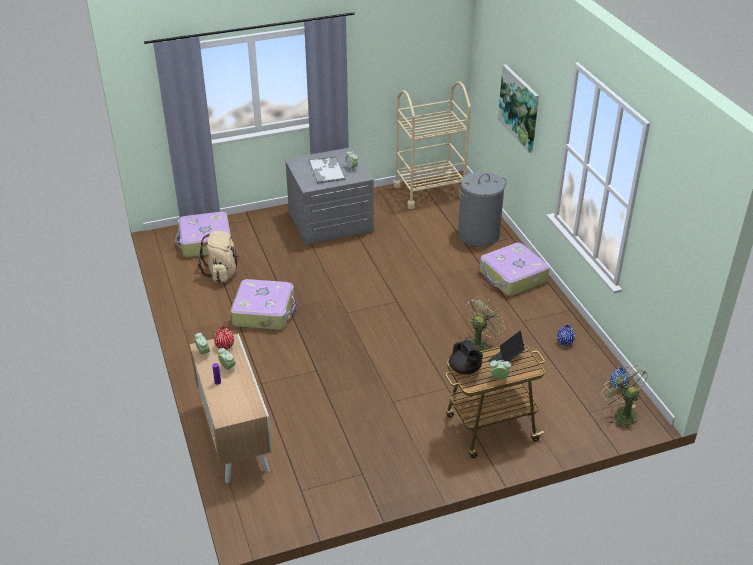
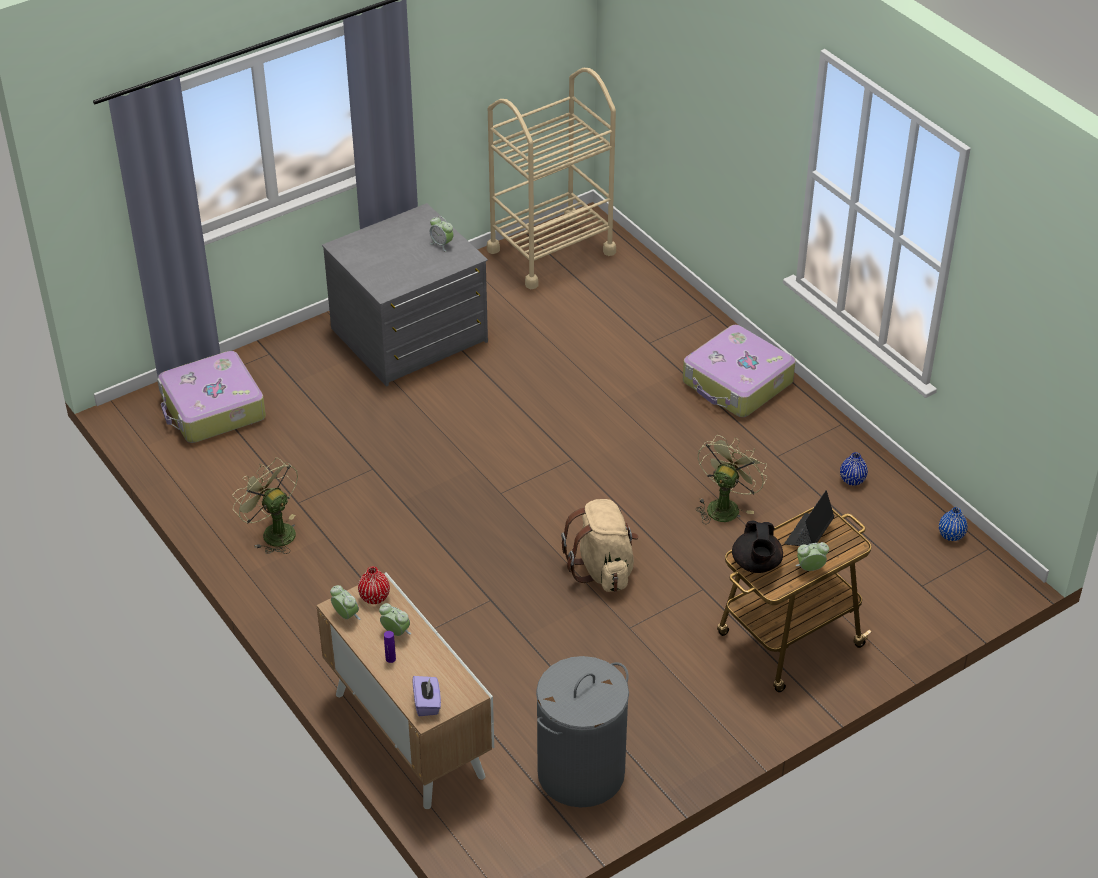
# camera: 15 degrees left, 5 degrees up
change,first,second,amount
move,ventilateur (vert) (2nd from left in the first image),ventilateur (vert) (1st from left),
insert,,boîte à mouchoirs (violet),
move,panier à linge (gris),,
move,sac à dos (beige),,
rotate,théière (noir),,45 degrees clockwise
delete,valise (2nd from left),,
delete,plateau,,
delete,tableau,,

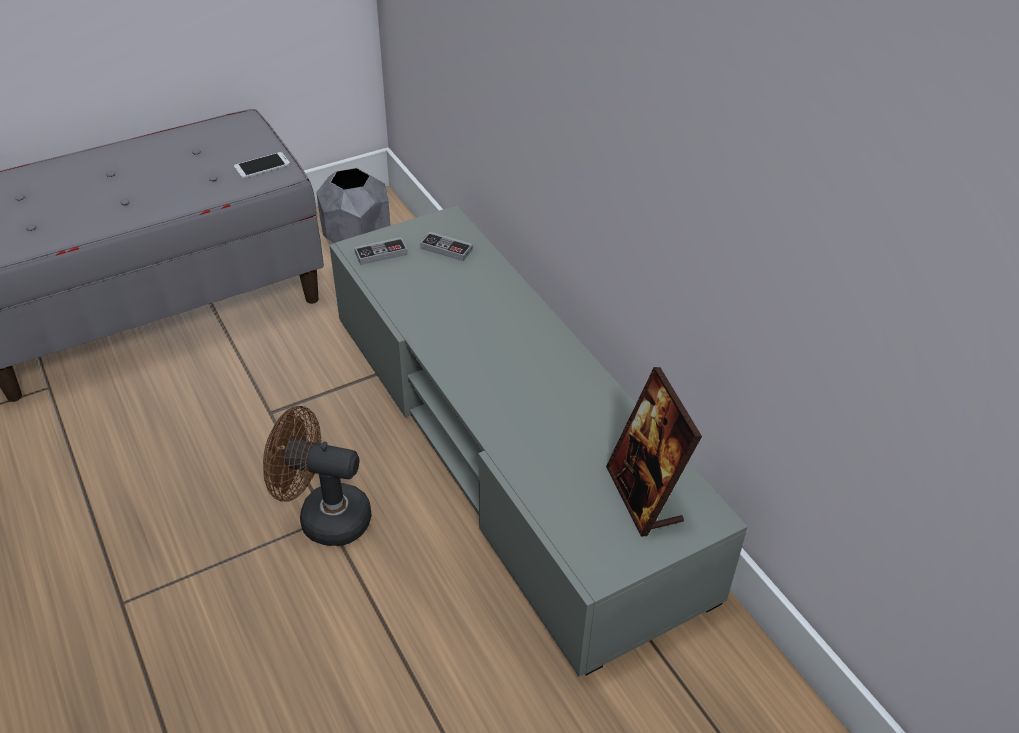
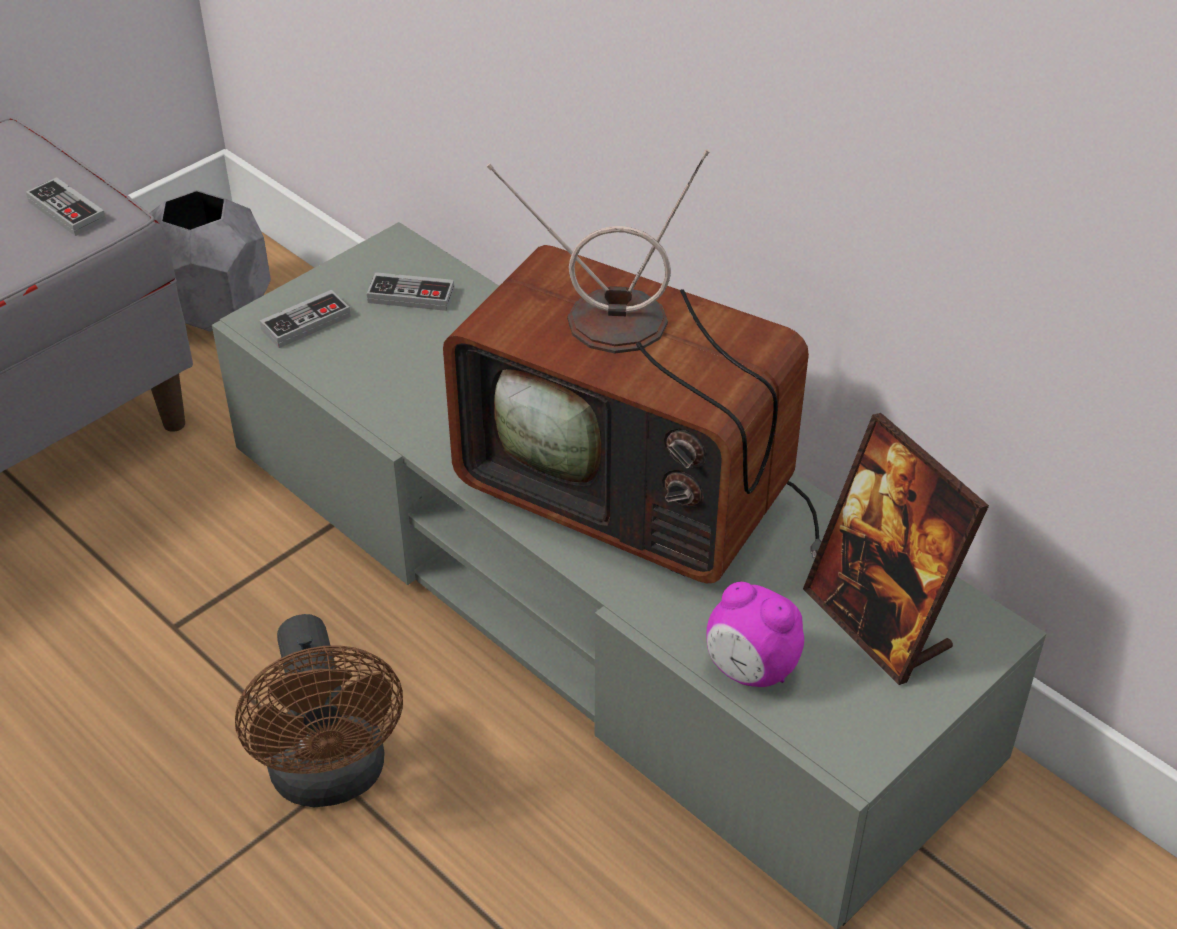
# camera: 15 degrees left, 0 degrees up
change,first,second,amount
replace,téléphone,manette (1st from left),
rotate,ventilateur (marron),,105 degrees counterclockwise
insert,,téléviseur,
insert,,réveil,

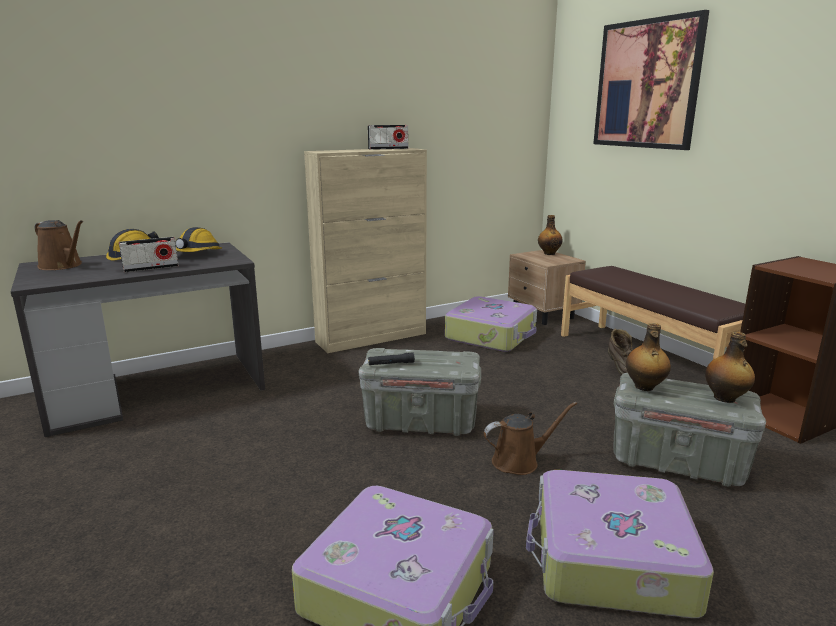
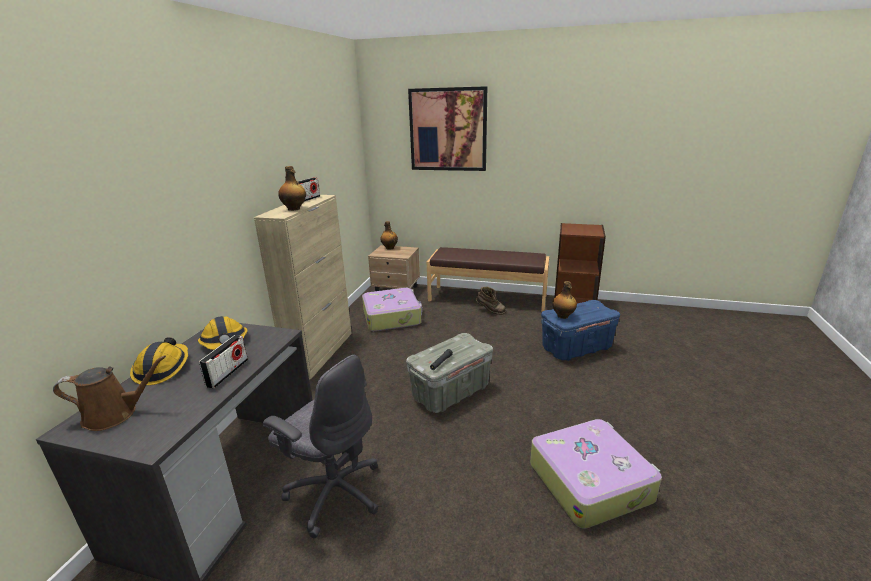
# camera: 45 degrees left, 5 degrees up
change,first,second,amount
insert,,chaise de bureau (gris),
move,bouteille (3rd from left in the first image),bouteille (1st from left),
recolor,boîte de rangement (gris) (2nd from left),boîte de rangement (bleu),
delete,arrosoir (marron) (2nd from left),,
delete,valise (3rd from left),,

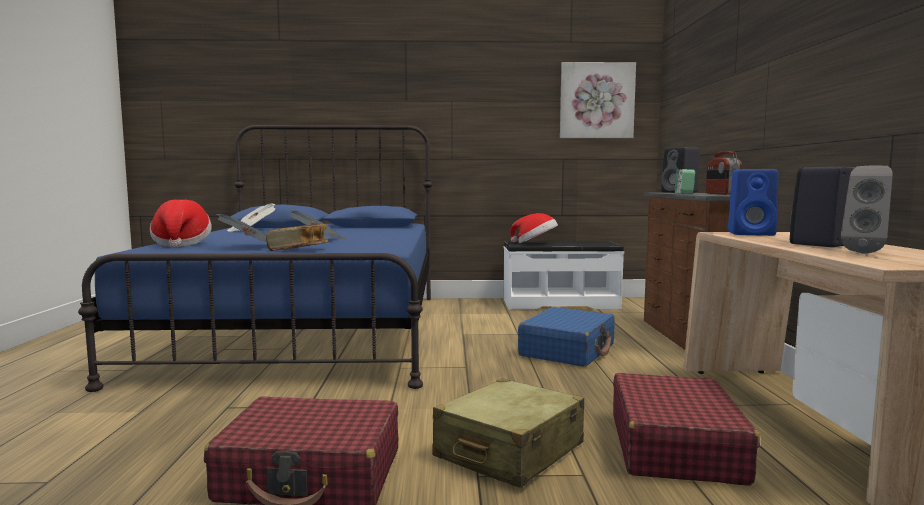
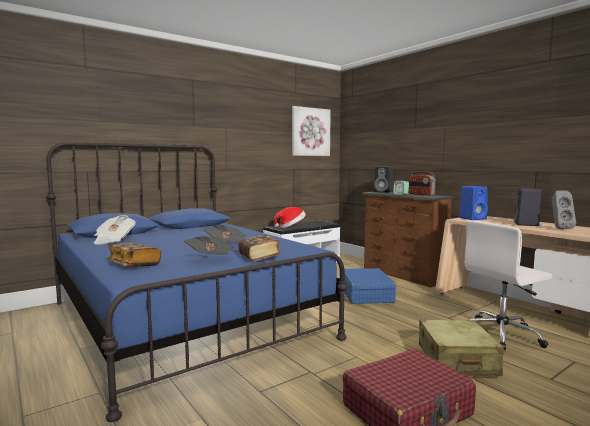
# camera: 35 degrees left, 0 degrees up
change,first,second,amount
replace,chapeau (1st from left),livre (1st from left),
replace,valise (rouge) (2nd from left),chaise de bureau (blanc),

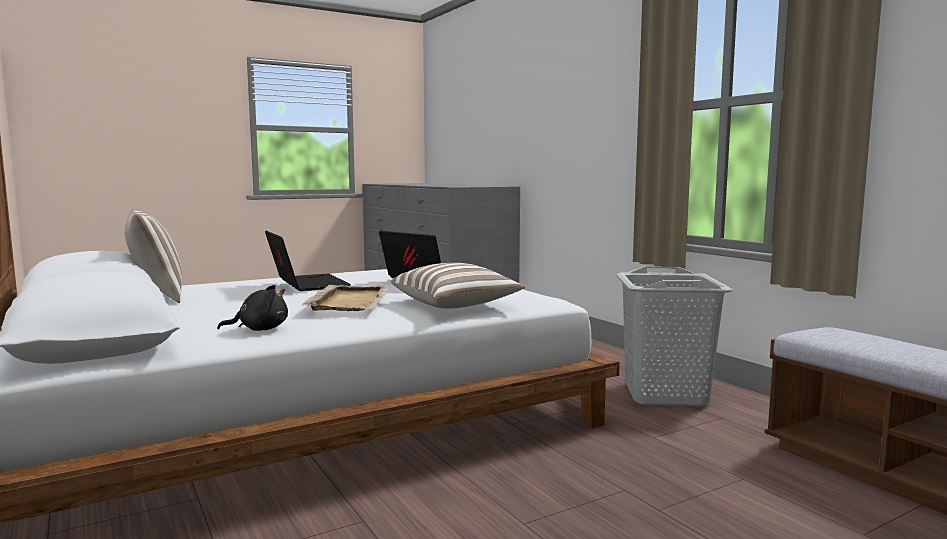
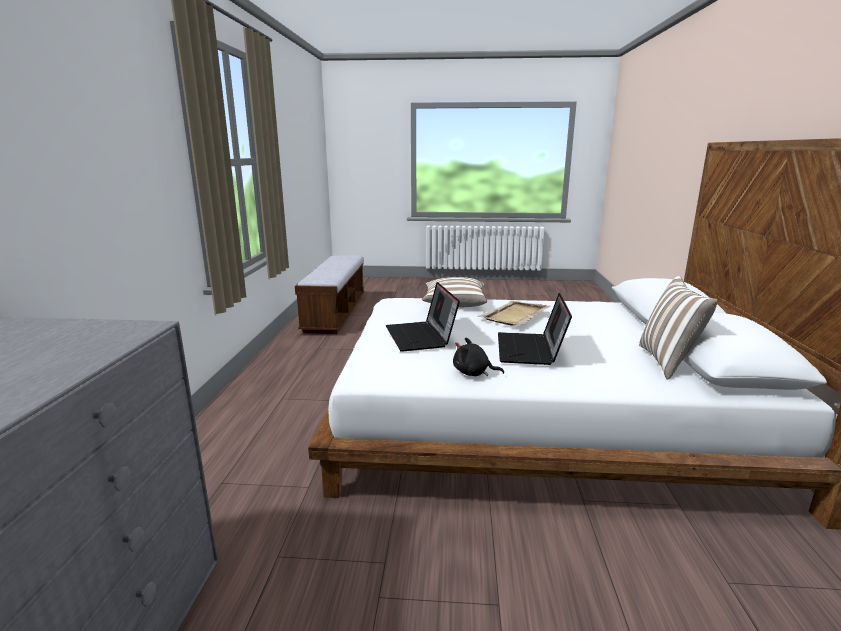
# camera: 145 degrees left, 10 degrees up
change,first,second,amount
move,peluche (noir),,
delete,panier à linge (gris),,

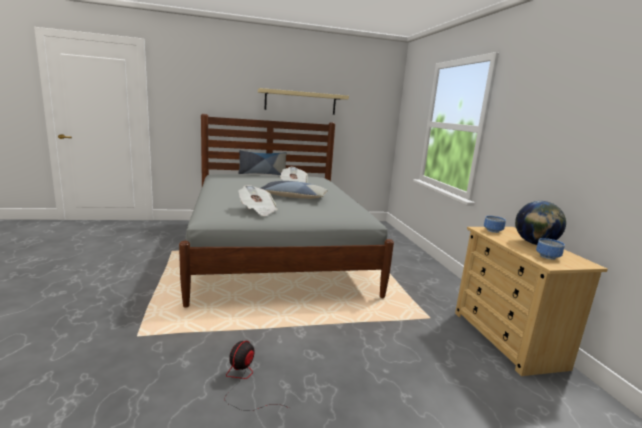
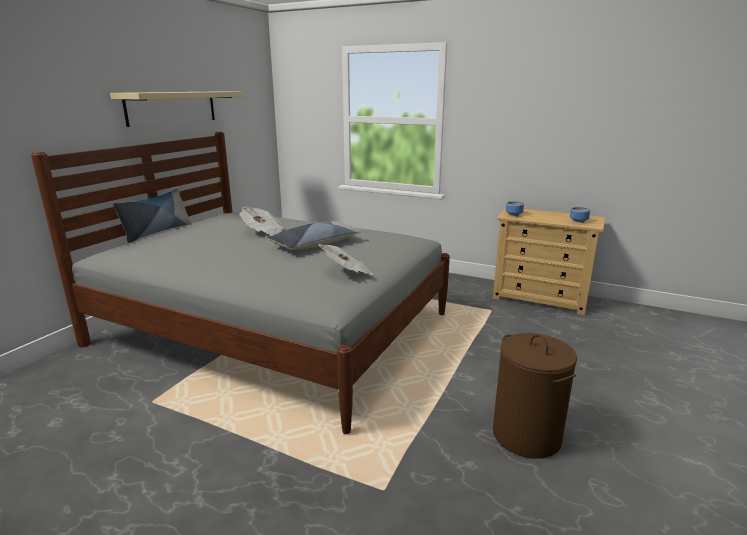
# camera: 50 degrees left, 5 degrees up
change,first,second,amount
replace,ventilateur,panier à linge (marron),
delete,globe,,

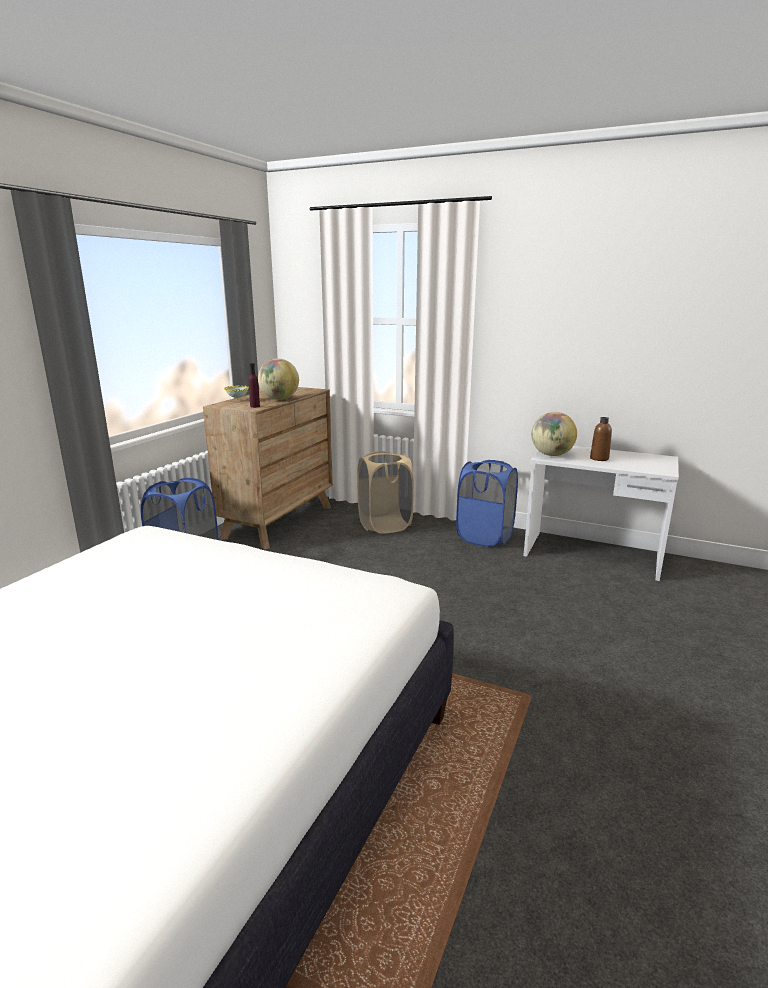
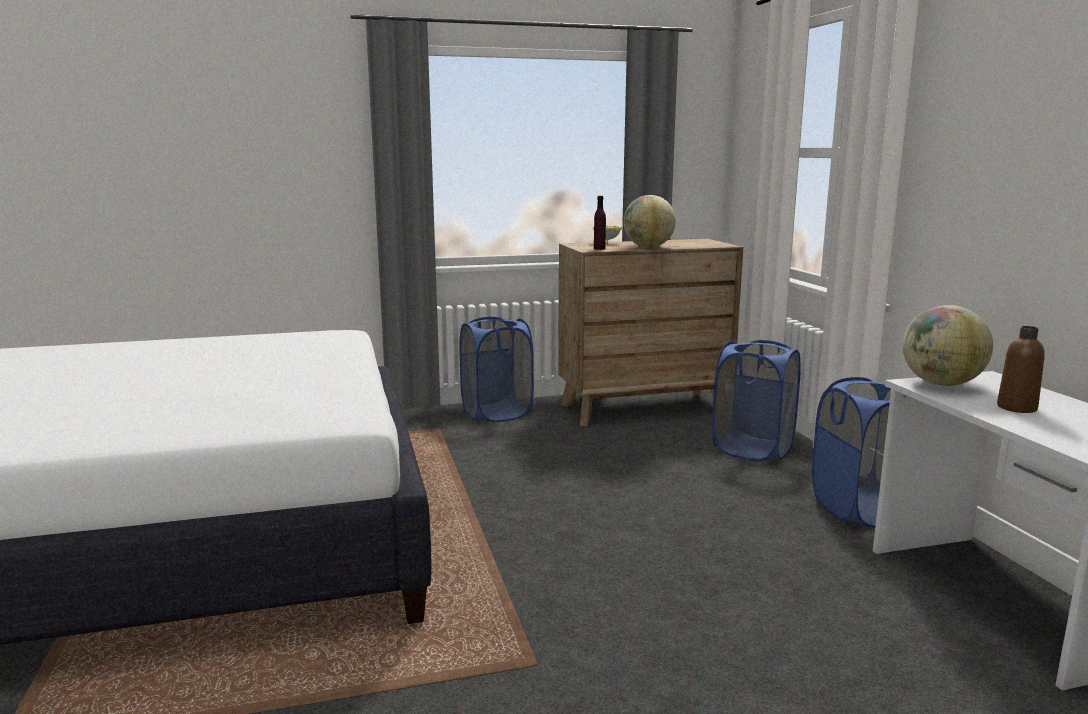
# camera: 50 degrees right, 5 degrees down
change,first,second,amount
recolor,panier à linge (beige),panier à linge (bleu) (2nd from left),

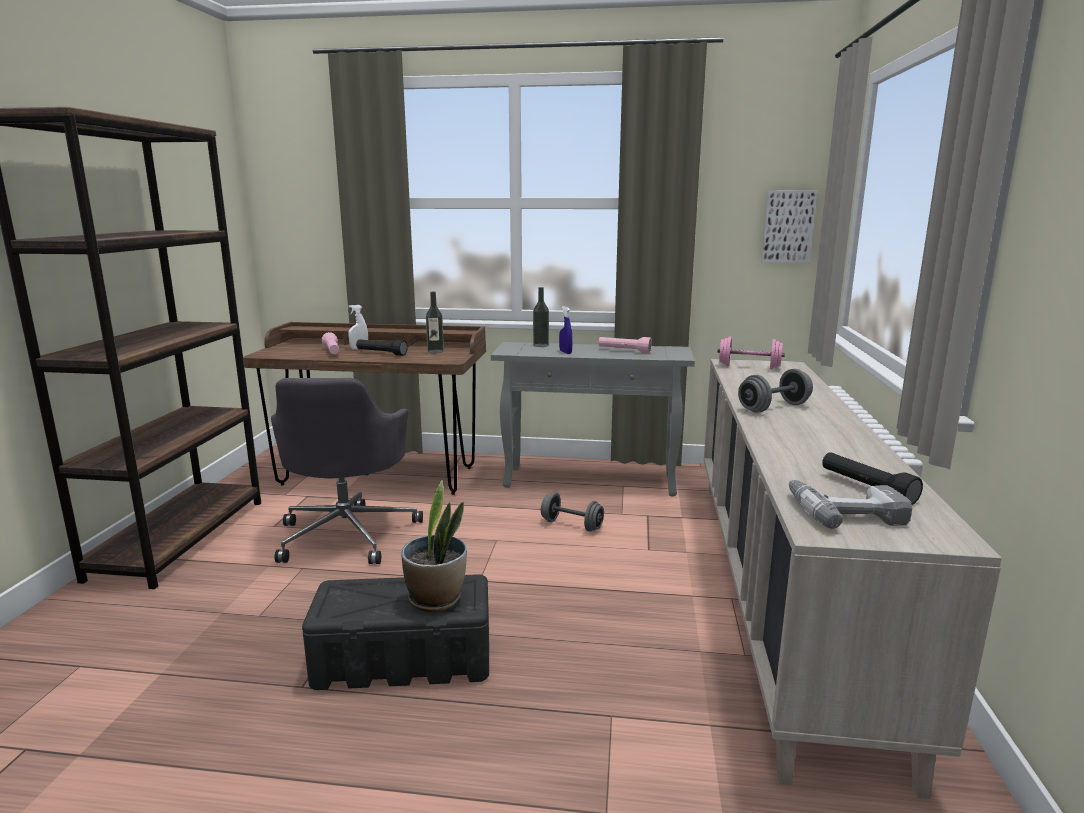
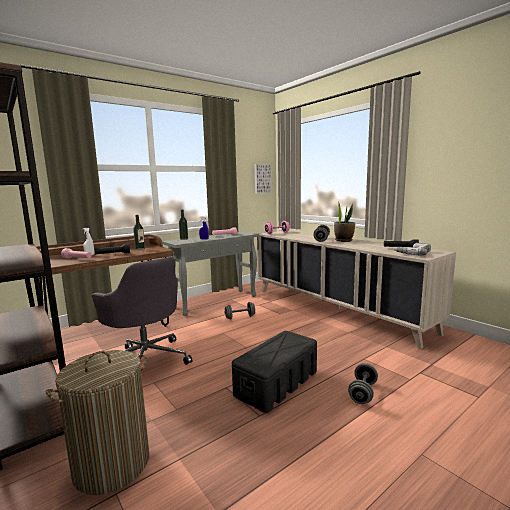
# camera: 45 degrees left, 5 degrees down
change,first,second,amount
insert,,panier à linge,
move,plante en pot,,
insert,,haltère (gris) (3rd from left),

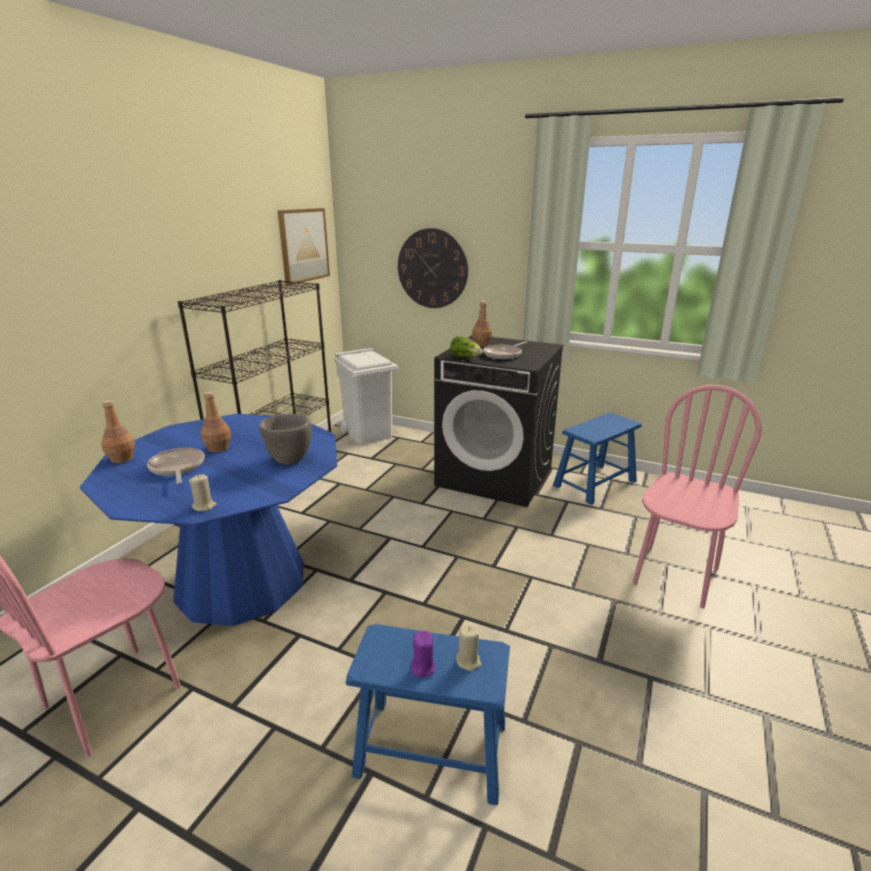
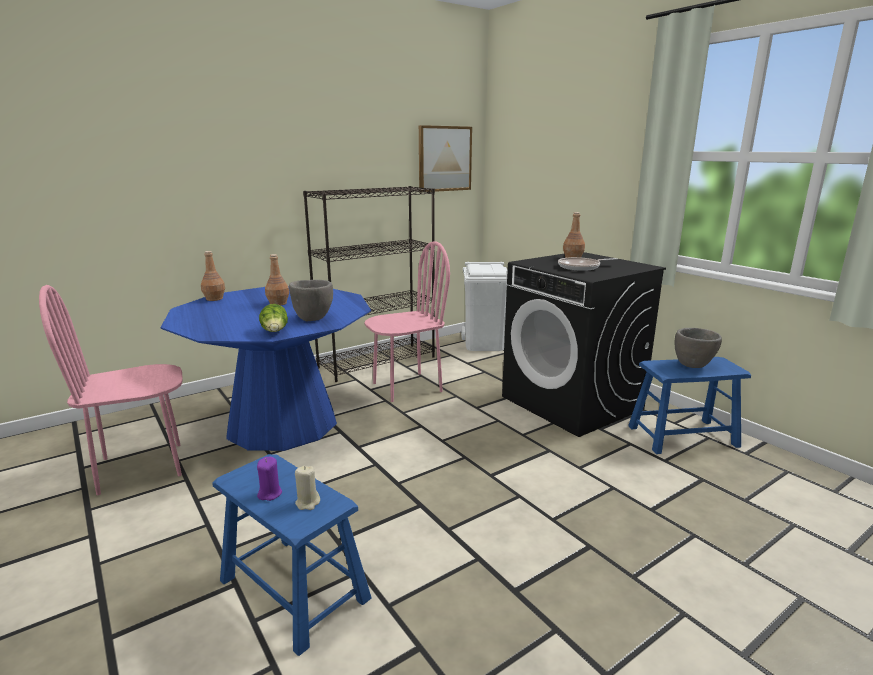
# camera: 30 degrees right, 5 degrees down
change,first,second,amount
move,laitue,,
move,chaise (rose) (2nd from left),,
insert,,bol (gris) (2nd from left),
delete,poêle (1st from left),,
delete,bougie (beige) (1st from left),,
delete,horloge murale,,

